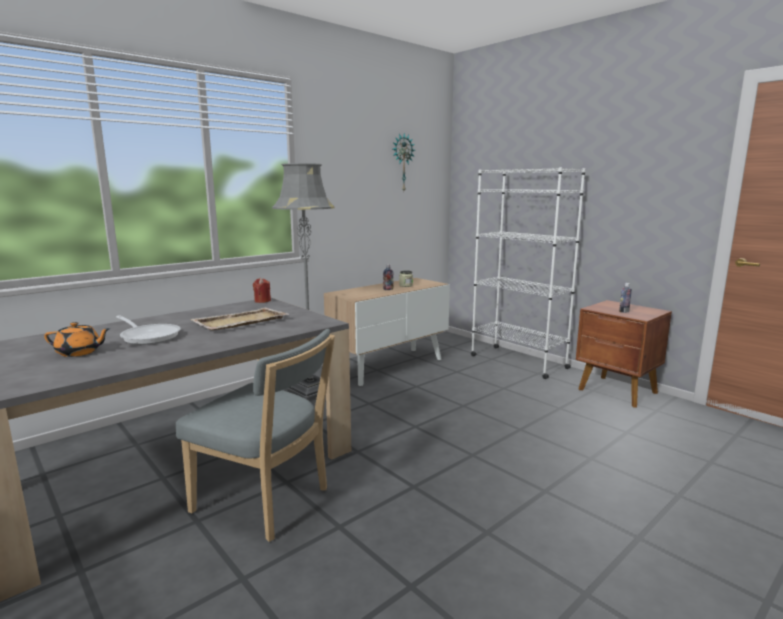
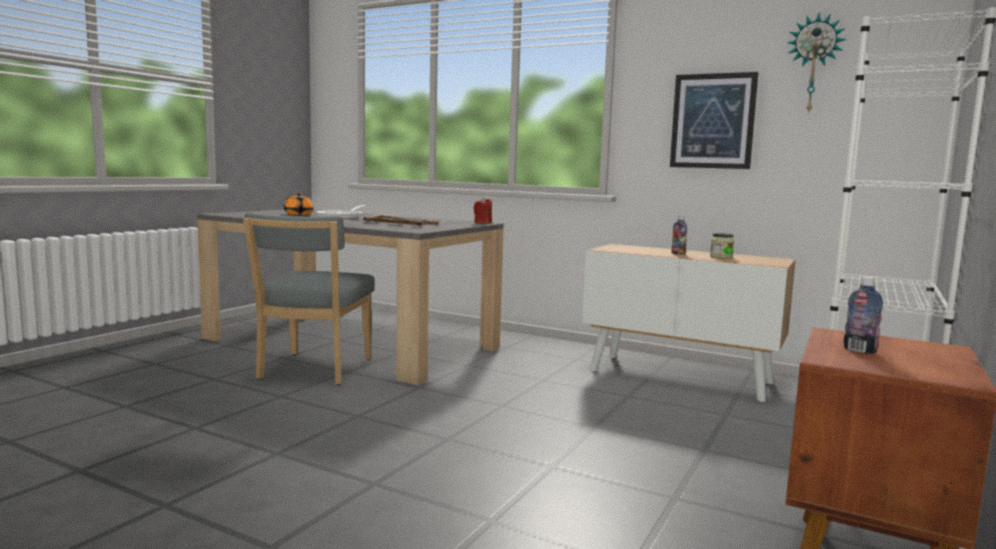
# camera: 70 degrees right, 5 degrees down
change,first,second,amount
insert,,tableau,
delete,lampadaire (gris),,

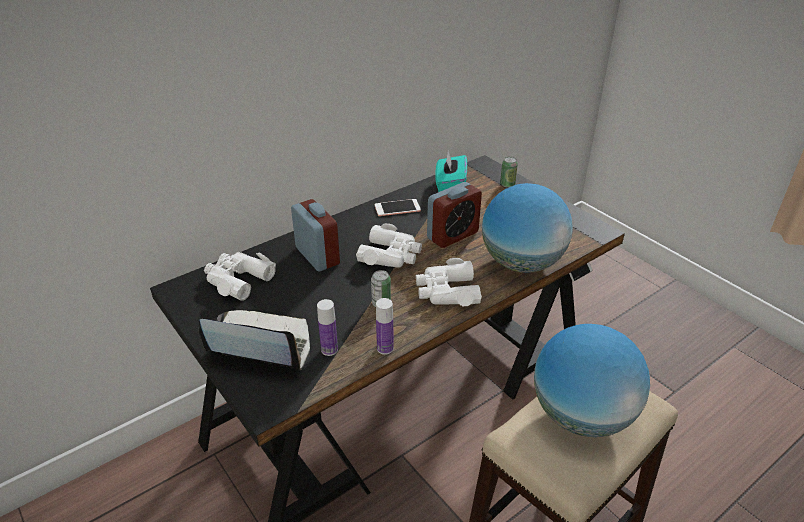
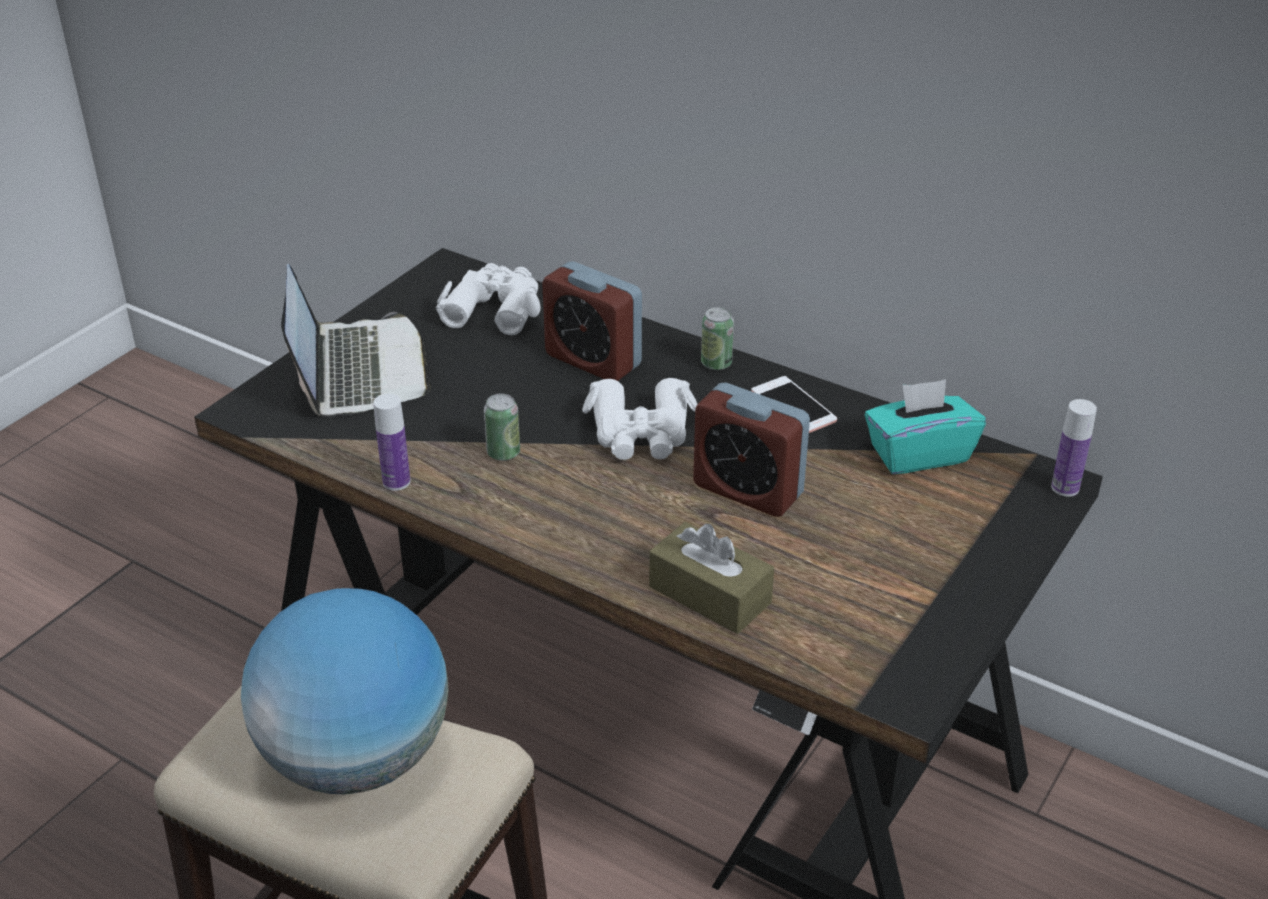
# camera: 70 degrees right, 0 degrees up
change,first,second,amount
rotate,réveil (1st from left),,90 degrees clockwise
replace,globe (1st from left),boîte à mouchoirs (marron),
move,boîte métallique (2nd from left),,
move,bouteille (1st from left in the first image),bouteille (2nd from left),
delete,jumelles (blanc) (3rd from left),,

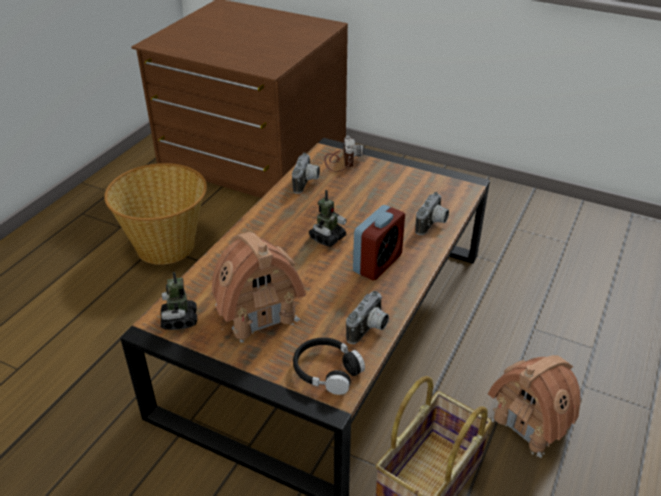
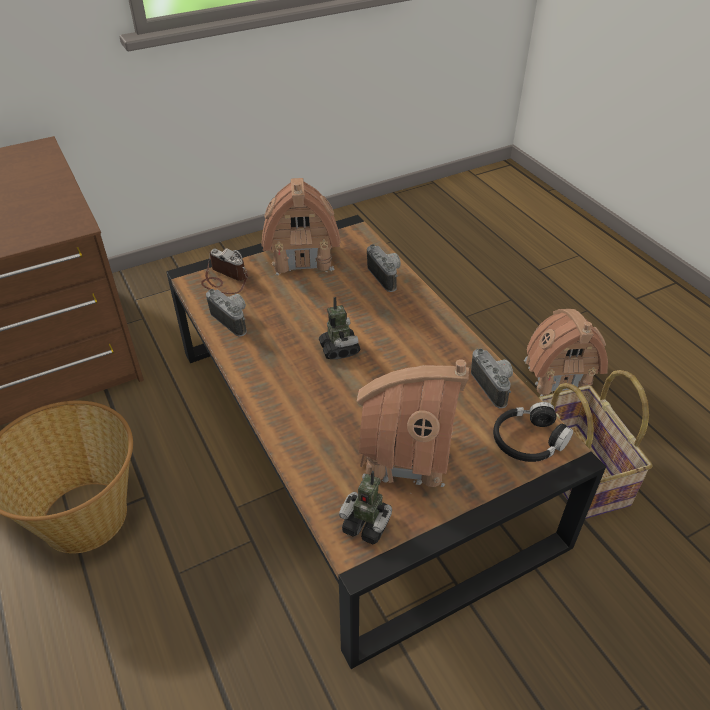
# camera: 55 degrees left, 5 degrees up
change,first,second,amount
insert,,maison miniature (1st from left),
delete,réveil,,

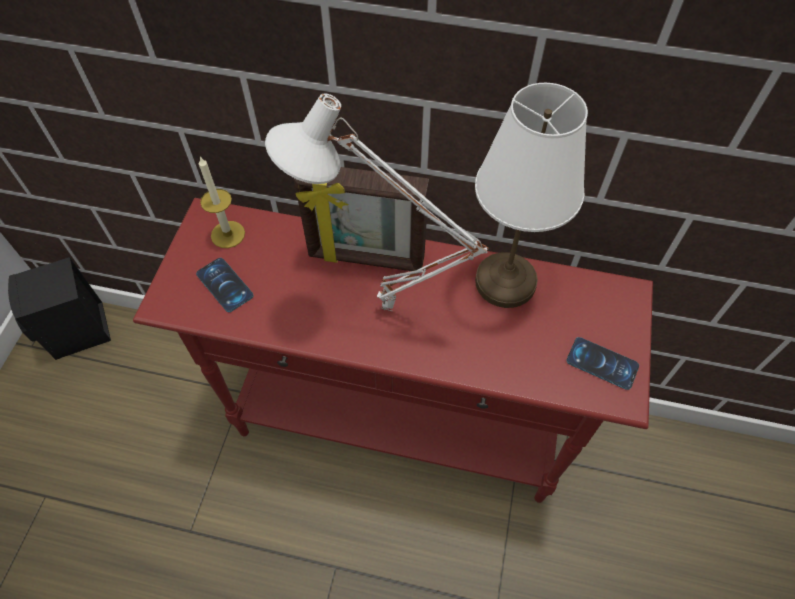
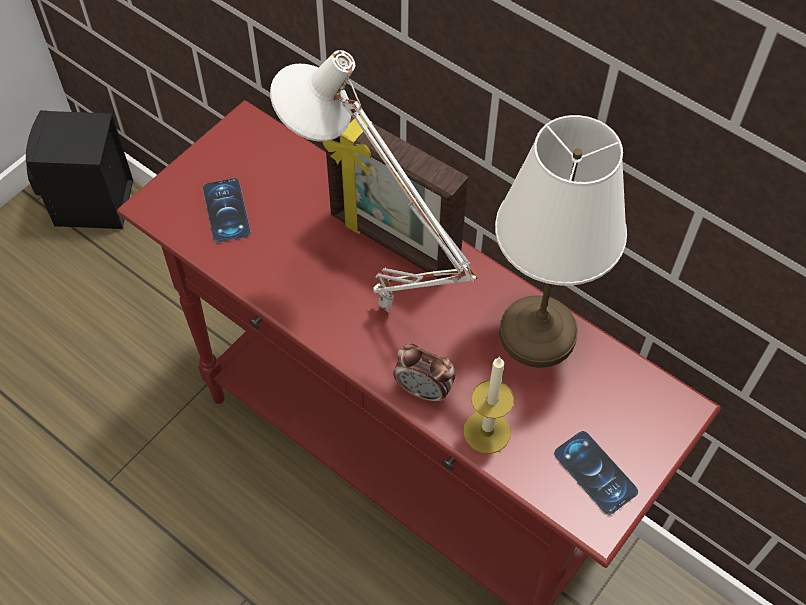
# camera: 25 degrees right, 0 degrees up
change,first,second,amount
insert,,réveil,
move,bougie,,

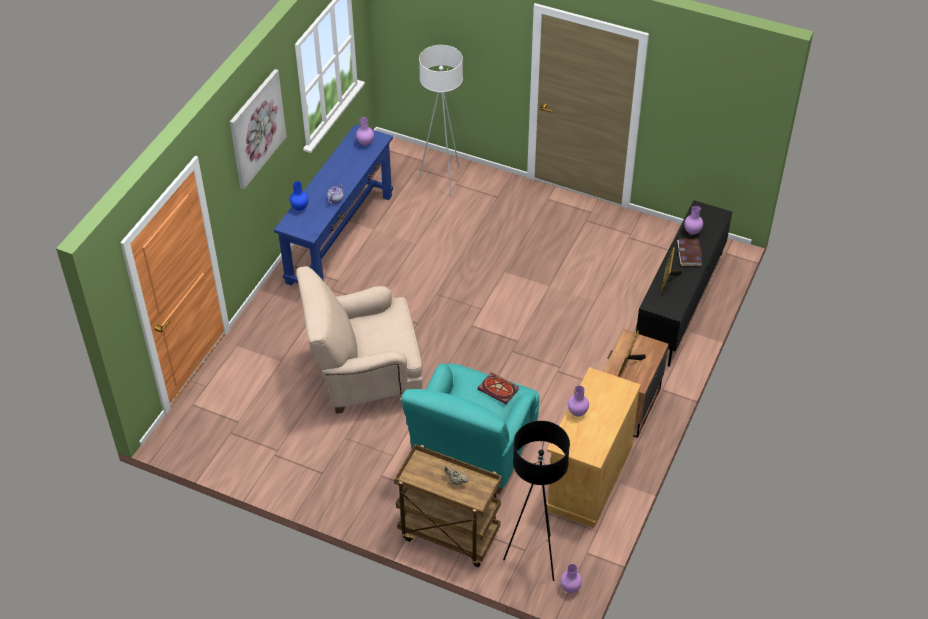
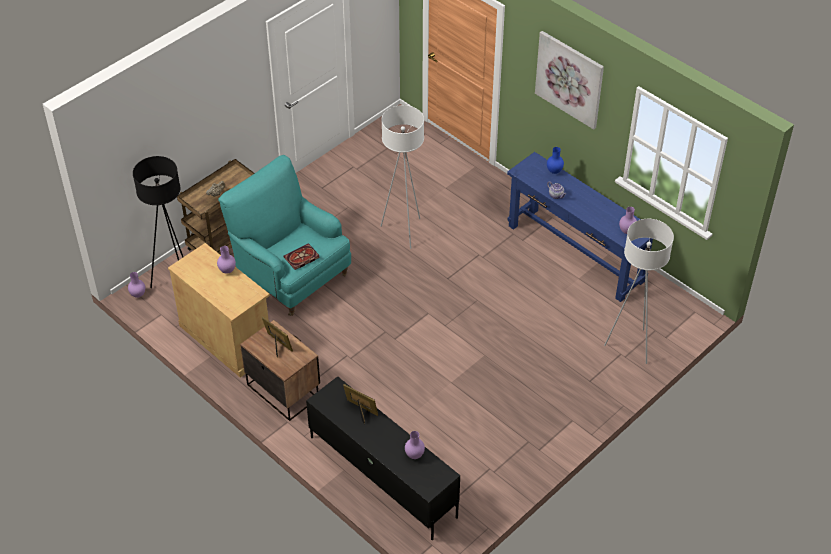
# camera: 110 degrees right, 0 degrees up
change,first,second,amount
replace,fauteuil (beige),lampadaire (blanc) (1st from left),
delete,livre (2nd from left),,

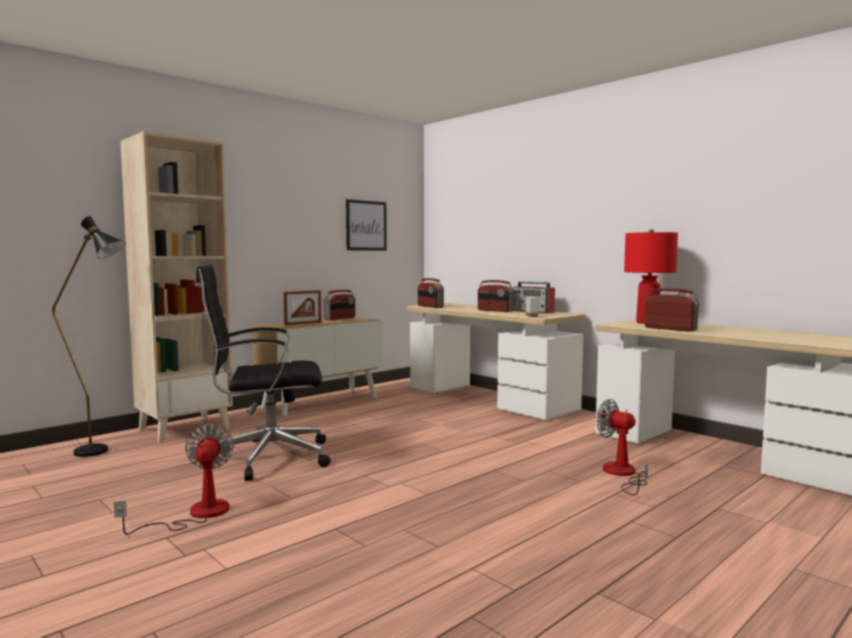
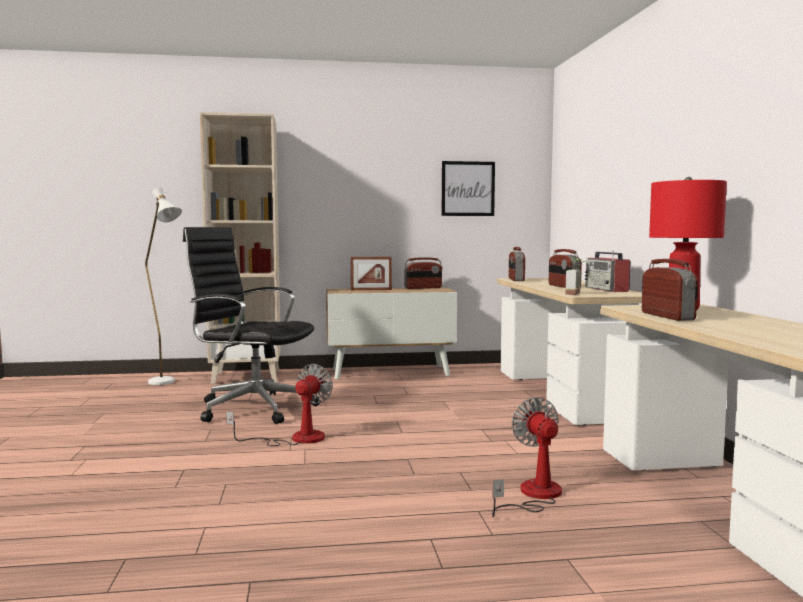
# camera: 35 degrees right, 0 degrees up
change,first,second,amount
recolor,lampadaire (noir),lampadaire (blanc),
move,ventilateur (1st from left),,

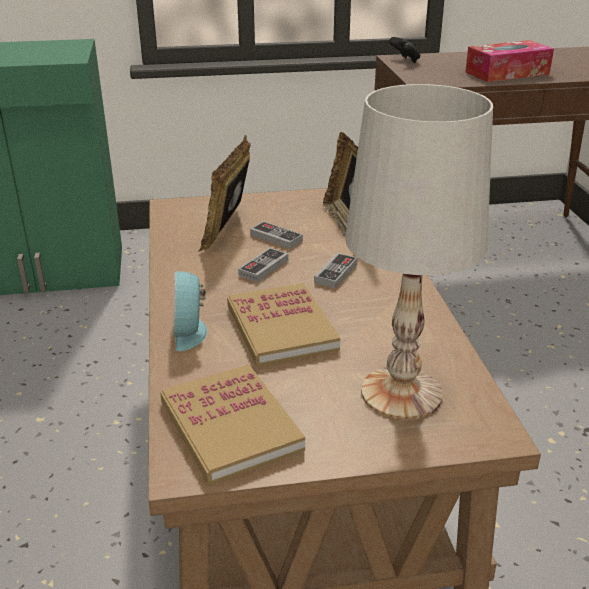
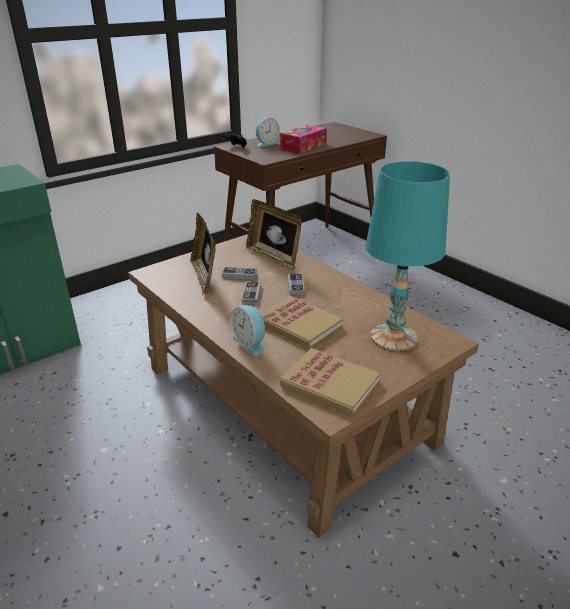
# camera: 30 degrees left, 0 degrees up
change,first,second,amount
insert,,réveil (2nd from left),
recolor,lampe de table (blanc),lampe de table (turquoise),

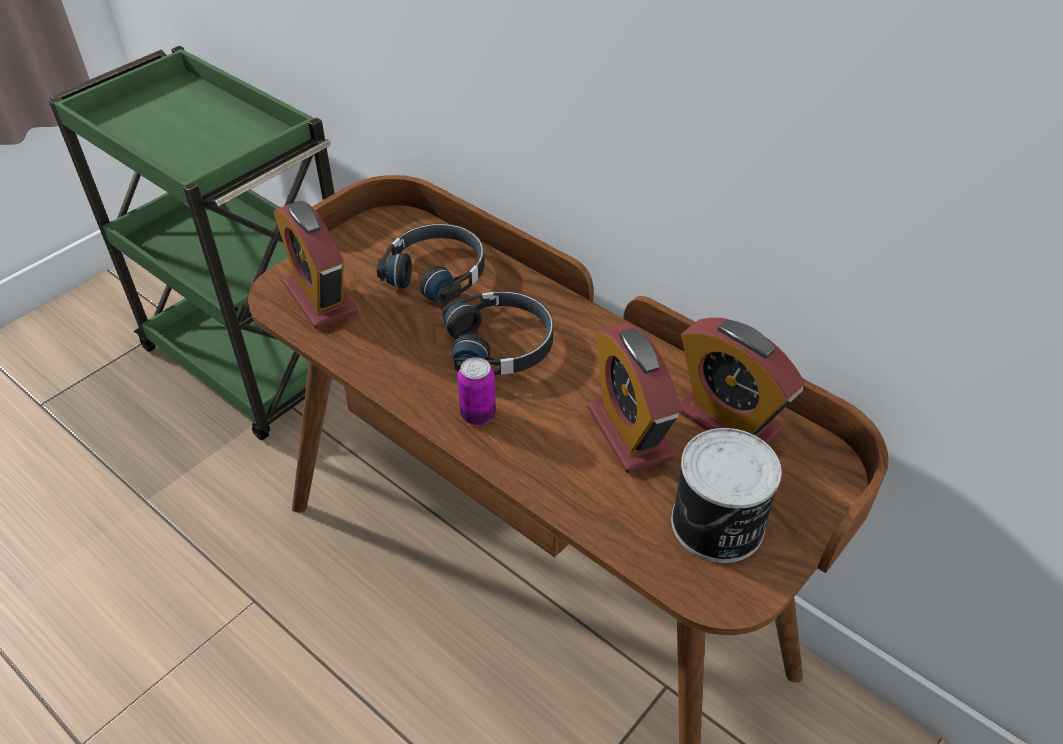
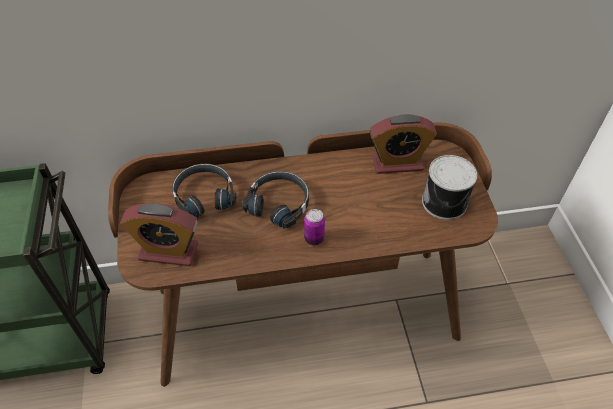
# camera: 50 degrees left, 5 degrees up
change,first,second,amount
delete,réveil (2nd from left),,

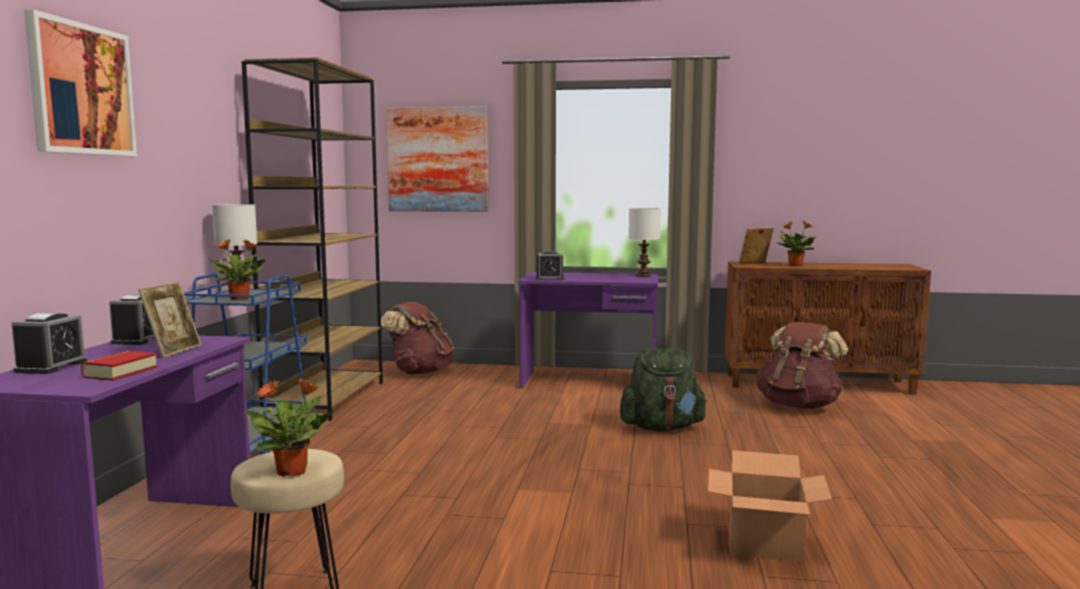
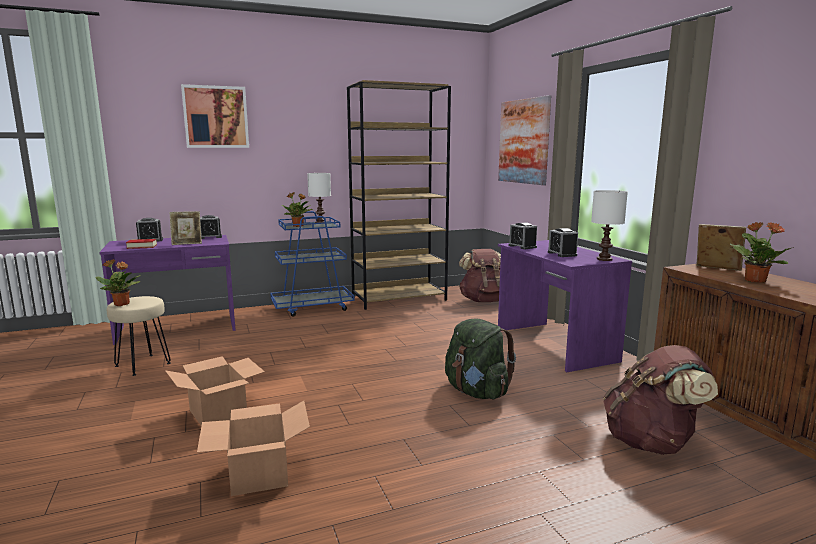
# camera: 60 degrees right, 5 degrees up
change,first,second,amount
insert,,carton (1st from left),
insert,,réveil (4th from left),

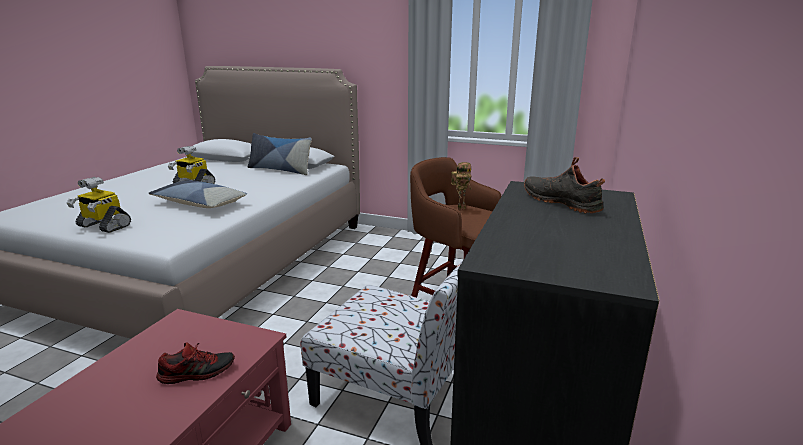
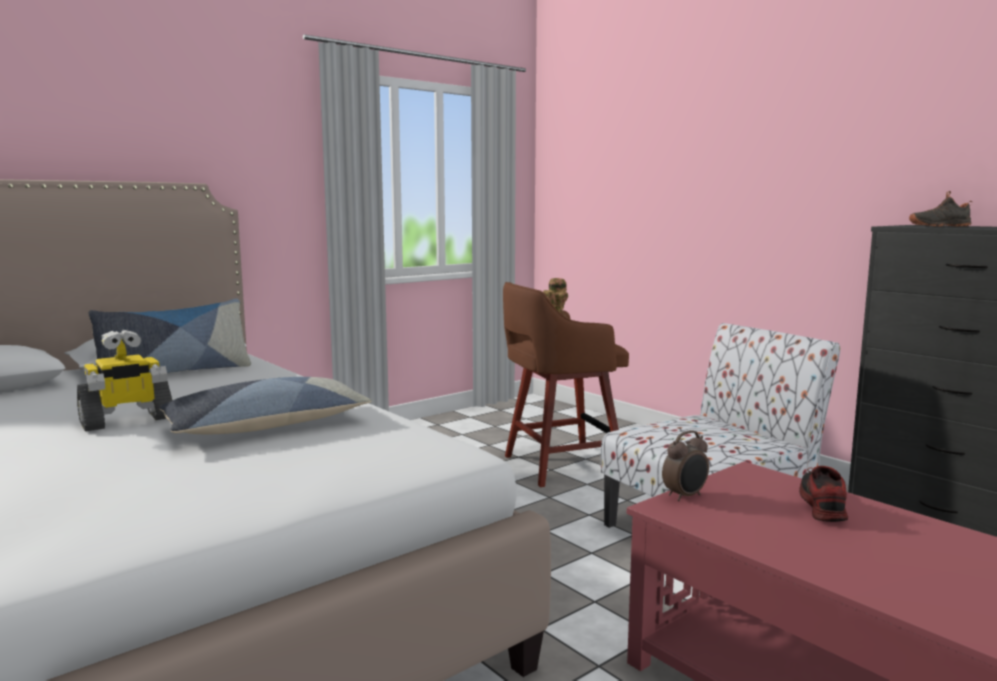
# camera: 60 degrees left, 10 degrees down
change,first,second,amount
insert,,réveil,
delete,robot jouet (1st from left),,

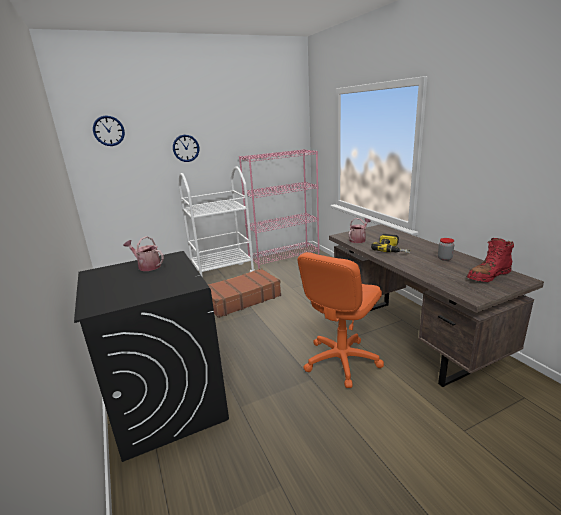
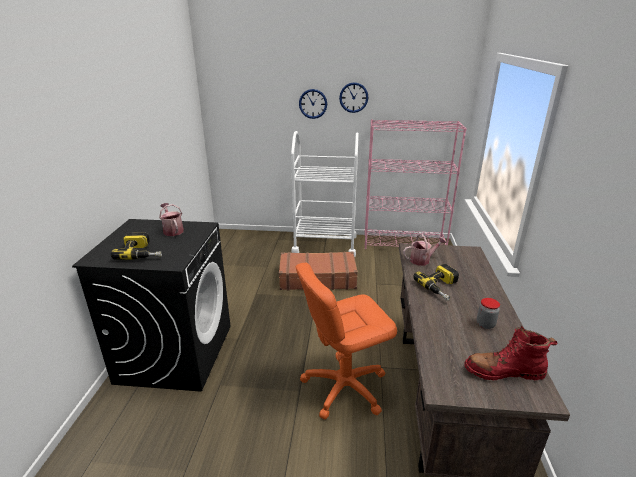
# camera: 30 degrees right, 5 degrees up
change,first,second,amount
insert,,perceuse (1st from left),
move,horloge murale (1st from left in the first image),horloge murale (2nd from left),

